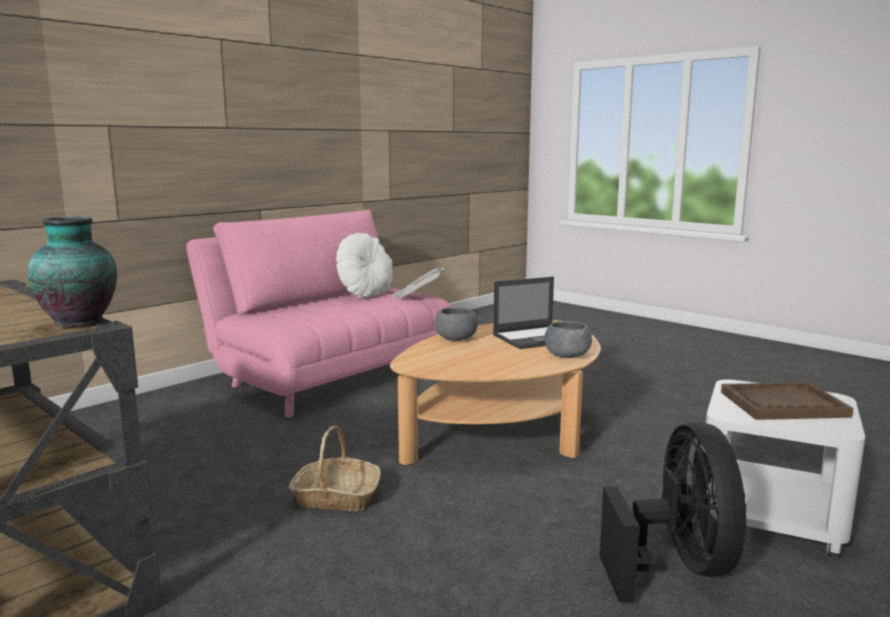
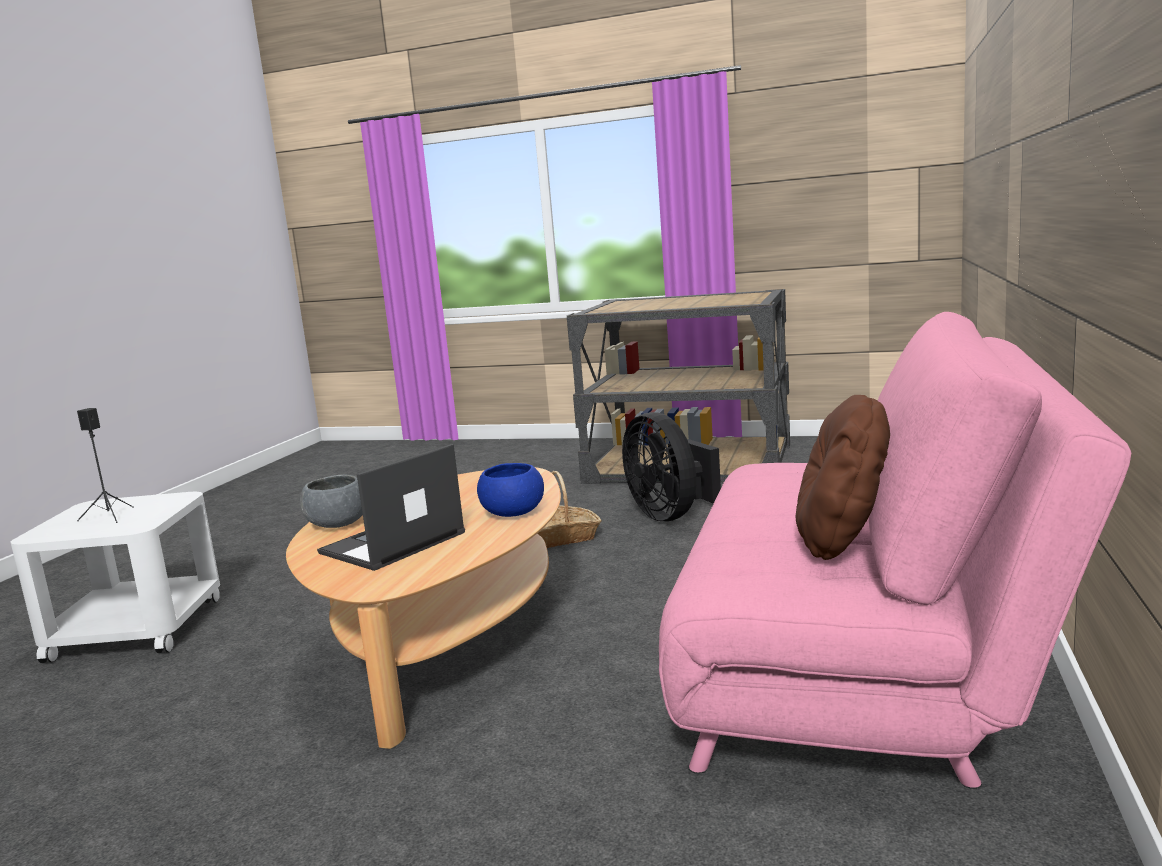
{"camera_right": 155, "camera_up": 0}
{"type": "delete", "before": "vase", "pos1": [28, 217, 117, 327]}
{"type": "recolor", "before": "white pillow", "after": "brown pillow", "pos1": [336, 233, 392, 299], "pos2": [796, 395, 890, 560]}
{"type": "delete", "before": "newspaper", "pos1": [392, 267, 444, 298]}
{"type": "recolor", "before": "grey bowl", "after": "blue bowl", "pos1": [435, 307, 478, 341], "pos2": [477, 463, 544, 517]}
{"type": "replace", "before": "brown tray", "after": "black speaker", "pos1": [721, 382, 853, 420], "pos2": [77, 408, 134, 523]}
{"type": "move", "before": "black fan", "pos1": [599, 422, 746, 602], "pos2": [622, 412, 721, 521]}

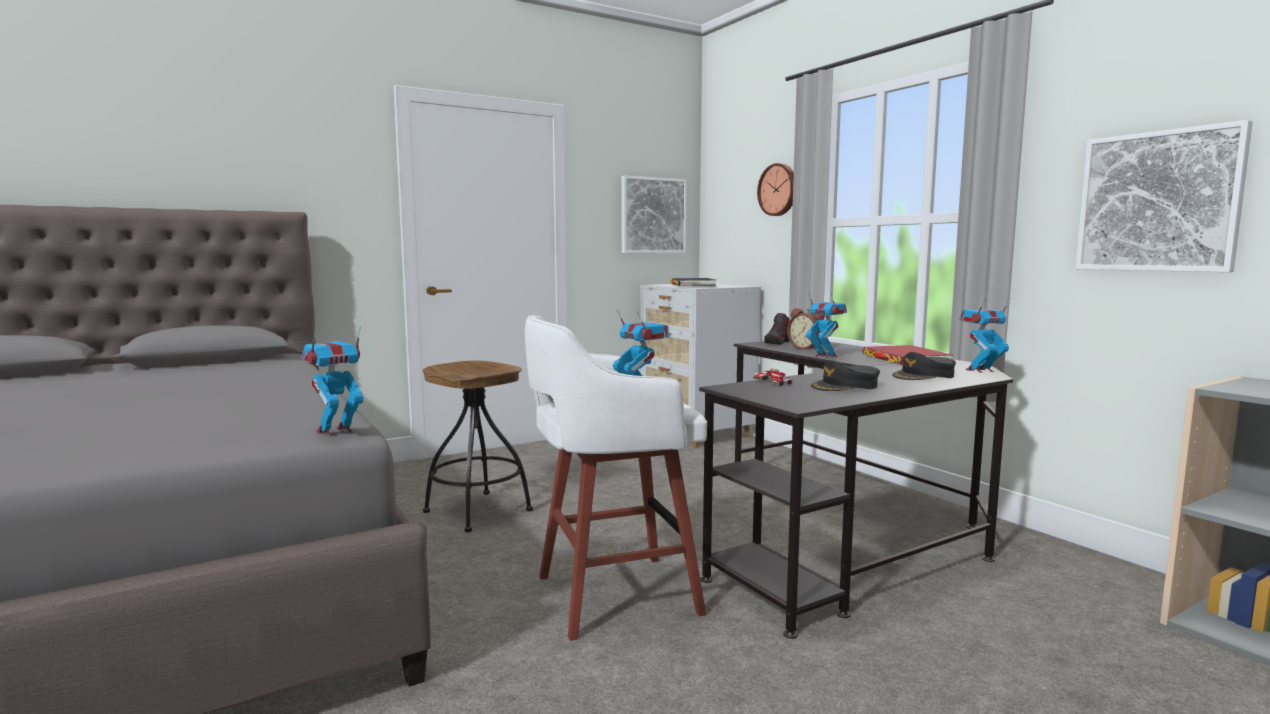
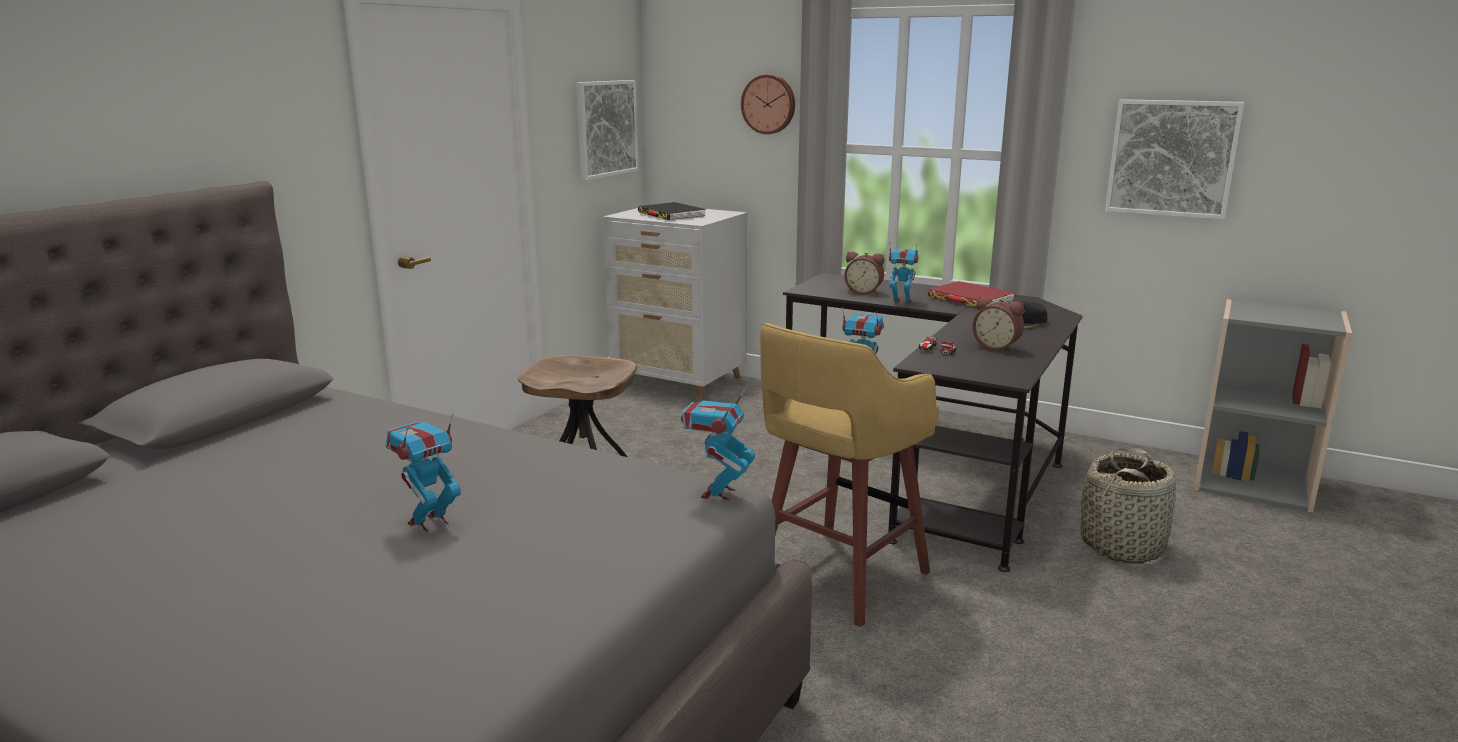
{"camera_right": -30, "camera_up": 10}
{"type": "move", "before": "toy robot", "pos1": [959, 298, 1011, 373], "pos2": [386, 413, 461, 532]}
{"type": "delete", "before": "shoe", "pos1": [764, 313, 790, 345]}
{"type": "recolor", "before": "white stool", "after": "yellow stool", "pos1": [525, 315, 707, 641], "pos2": [760, 323, 939, 627]}
{"type": "replace", "before": "black cap", "after": "alarm clock", "pos1": [811, 360, 880, 391], "pos2": [973, 296, 1024, 352]}
{"type": "insert", "after": "basket", "pos2": [1081, 447, 1176, 564]}

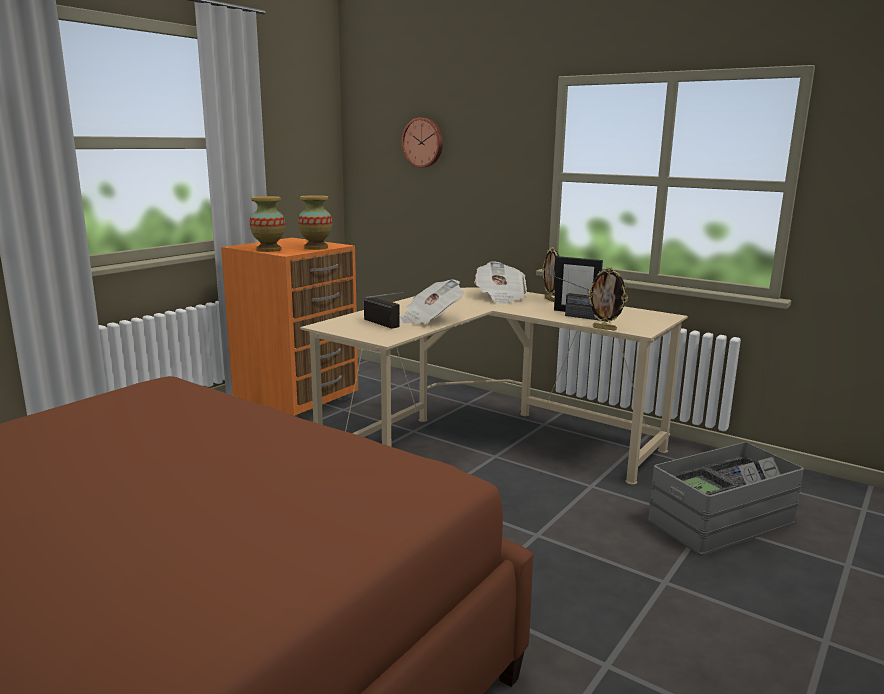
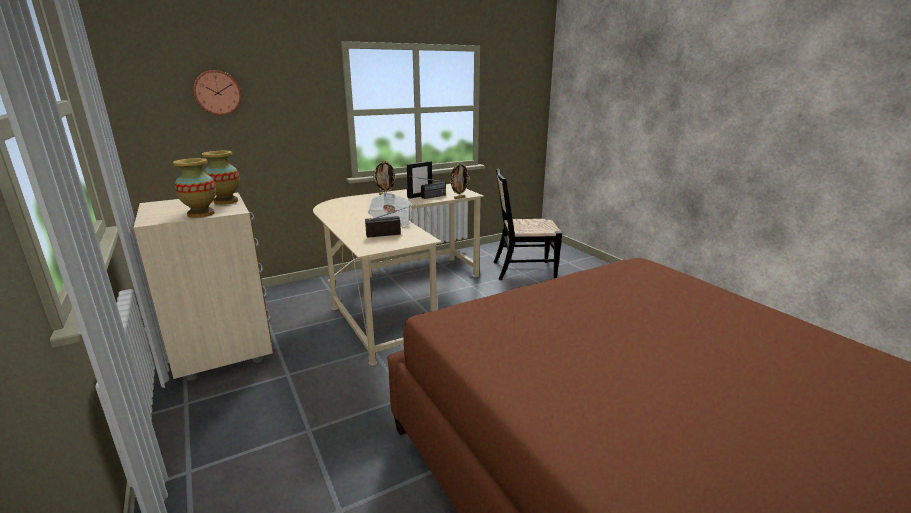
{"camera_right": -65, "camera_up": 5}
{"type": "recolor", "before": "orange dresser", "after": "beige dresser", "pos1": [221, 238, 358, 417], "pos2": [134, 193, 273, 381]}
{"type": "delete", "before": "newspaper", "pos1": [475, 262, 527, 304]}
{"type": "replace", "before": "grey storage box", "after": "chair", "pos1": [647, 442, 804, 556], "pos2": [494, 169, 562, 280]}

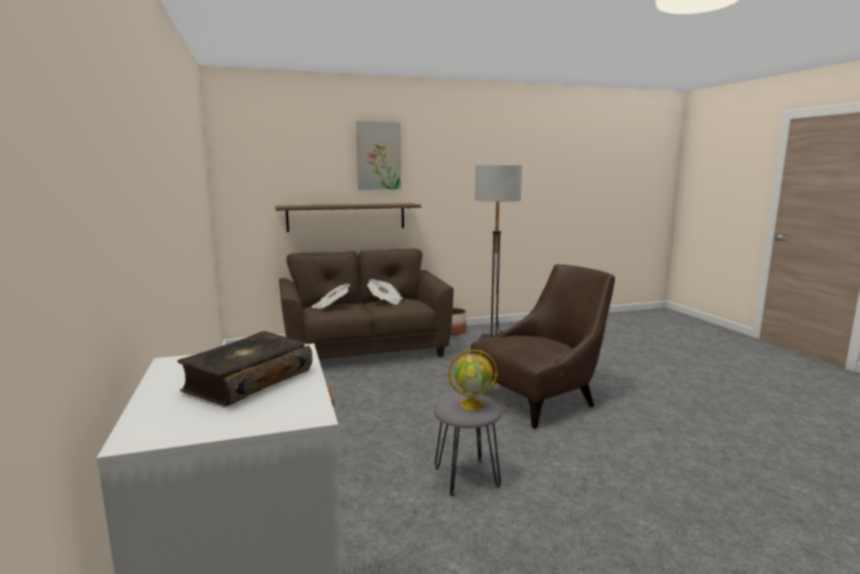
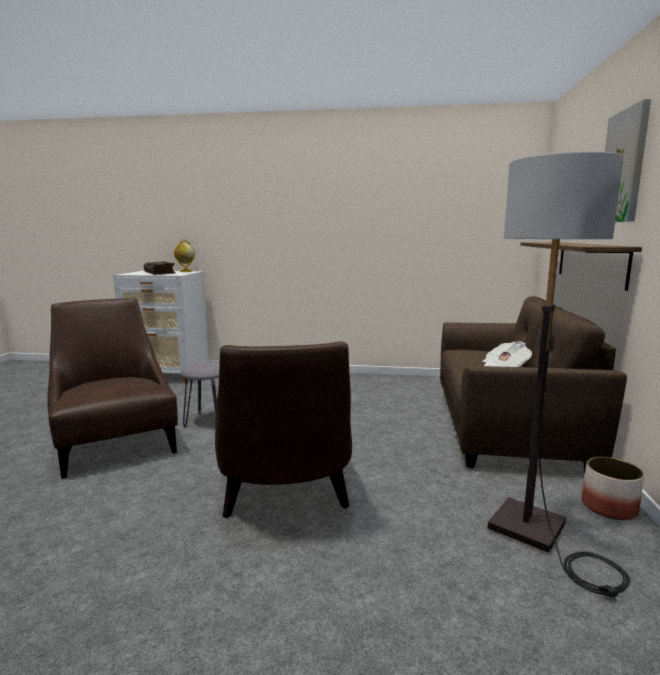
{"camera_right": 115, "camera_up": 0}
{"type": "delete", "before": "newspaper", "pos1": [312, 284, 350, 309]}
{"type": "move", "before": "globe", "pos1": [448, 349, 498, 411], "pos2": [174, 240, 195, 272]}
{"type": "insert", "after": "brown armchair", "pos2": [47, 298, 178, 479]}

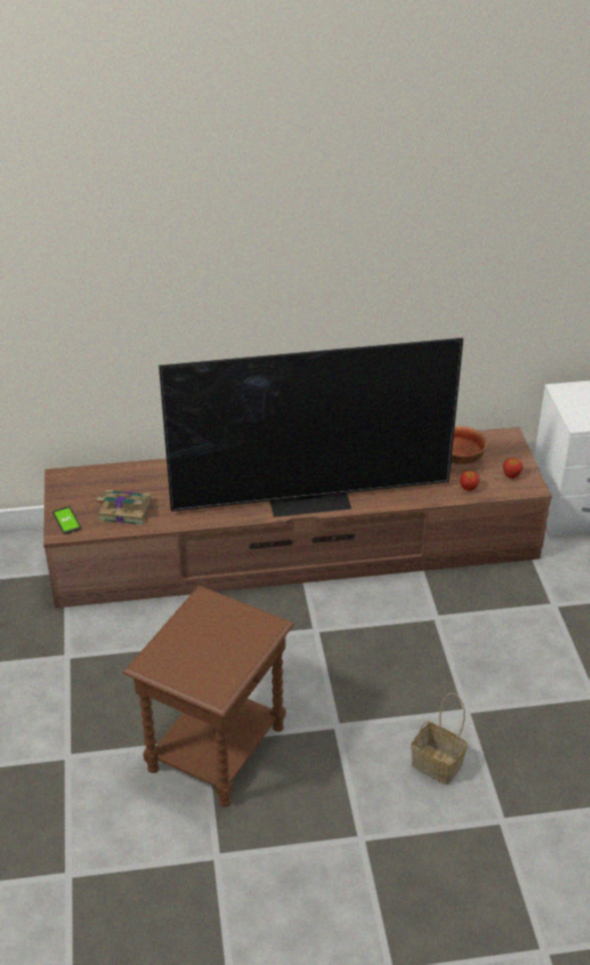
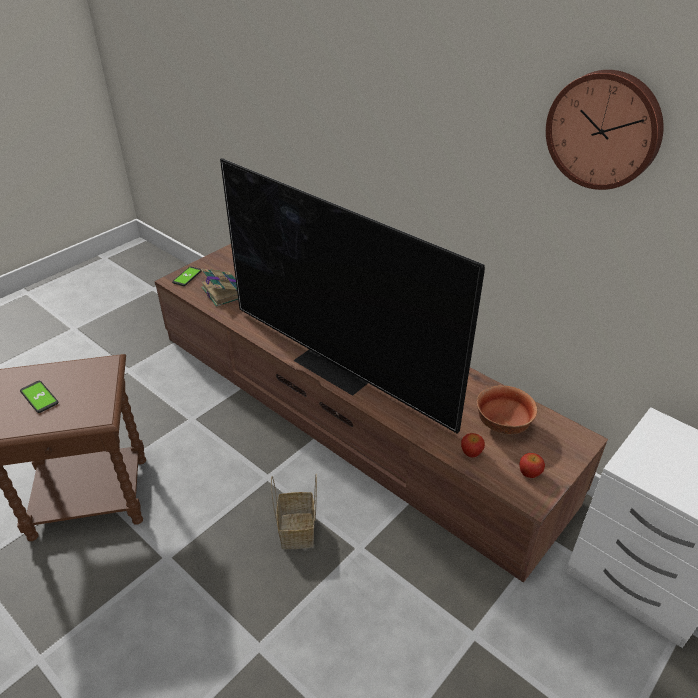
{"camera_right": 50, "camera_up": 0}
{"type": "move", "before": "basket", "pos1": [411, 693, 468, 785], "pos2": [271, 474, 317, 549]}
{"type": "insert", "after": "wall clock", "pos2": [546, 70, 664, 190]}
{"type": "insert", "after": "phone", "pos2": [20, 381, 59, 413]}

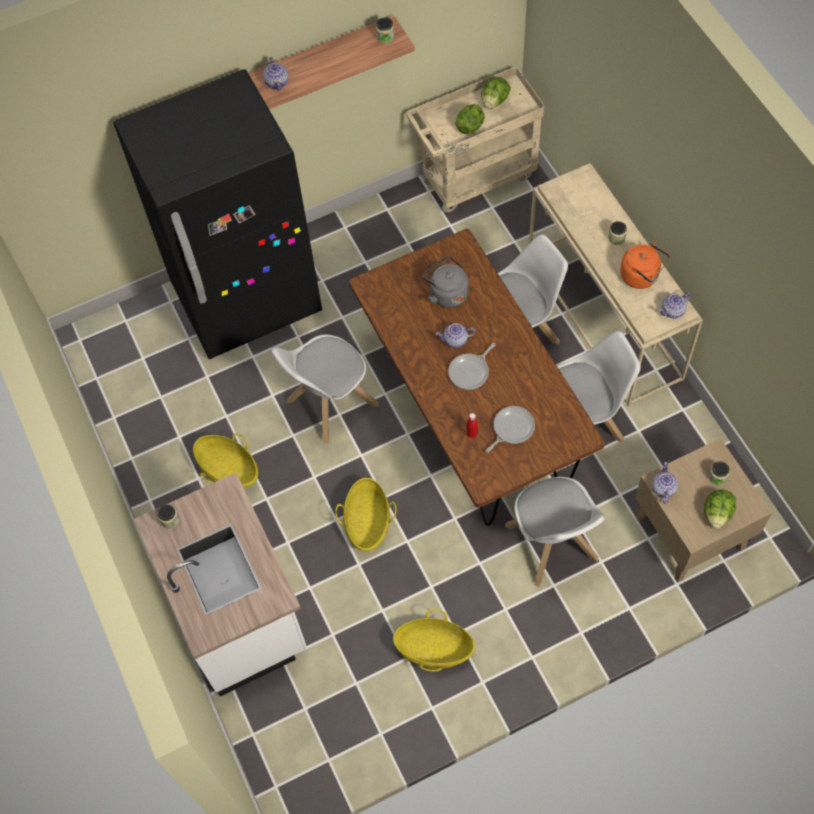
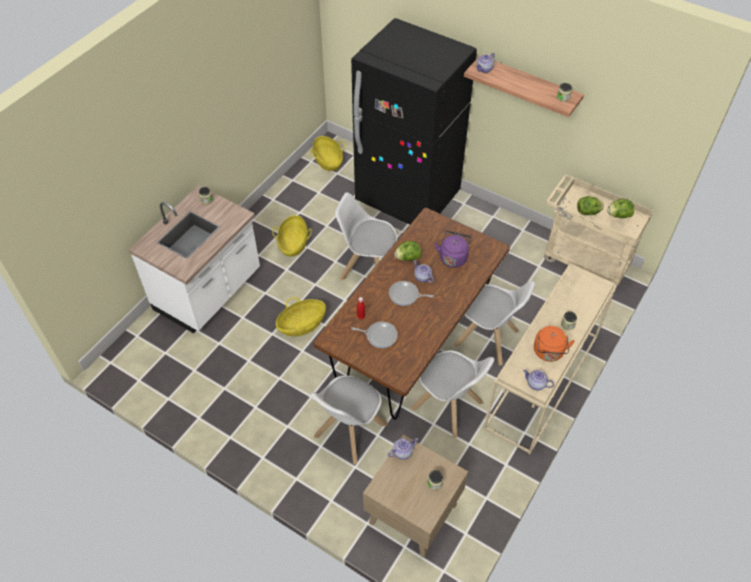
{"camera_right": 55, "camera_up": -10}
{"type": "recolor", "before": "grey kettle", "after": "purple kettle", "pos1": [422, 256, 469, 308], "pos2": [435, 231, 472, 268]}
{"type": "move", "before": "lettuce", "pos1": [704, 489, 736, 529], "pos2": [394, 241, 421, 261]}
{"type": "move", "before": "basket", "pos1": [393, 609, 475, 672], "pos2": [310, 136, 345, 171]}

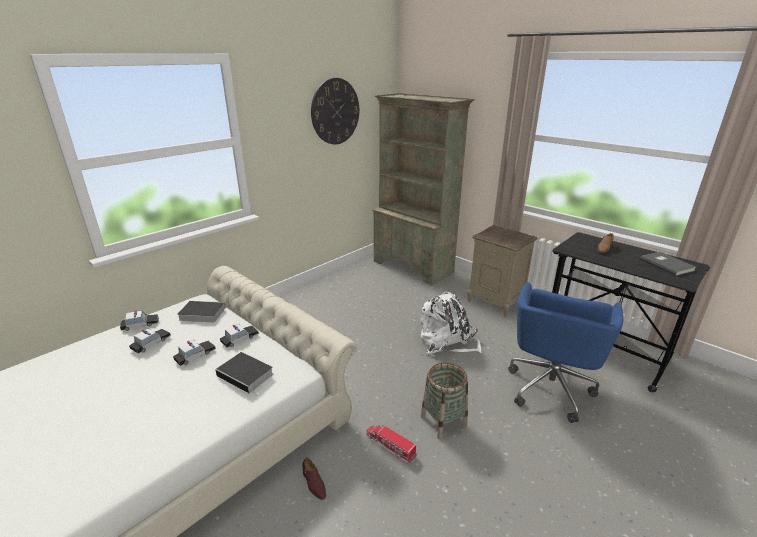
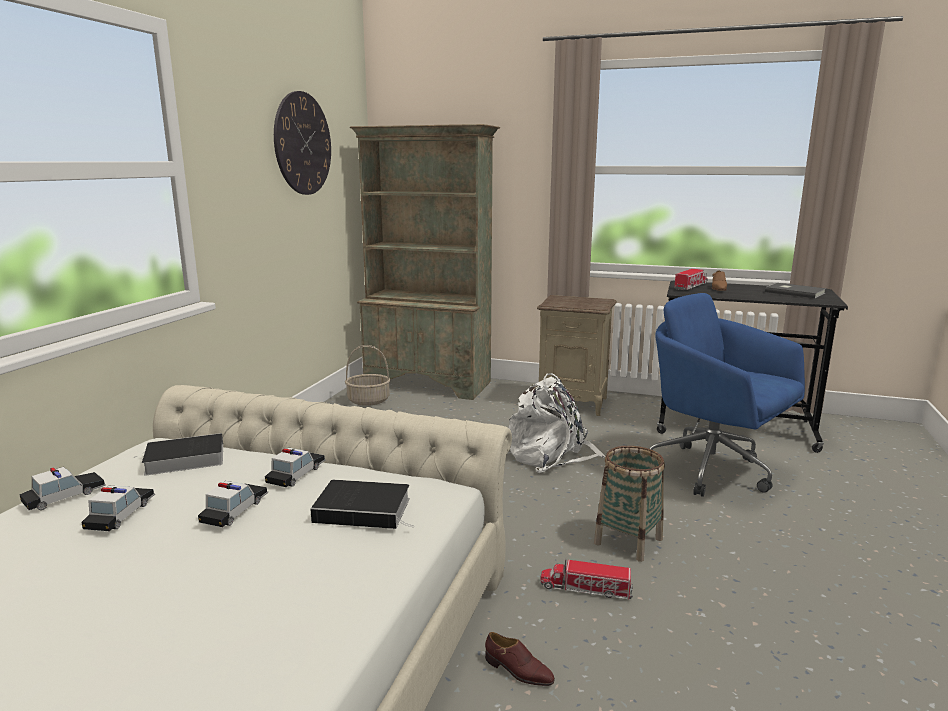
{"camera_right": -25, "camera_up": -10}
{"type": "rotate", "before": "blue office chair", "pos1": [508, 282, 623, 423], "pos2": [649, 293, 805, 497], "turn": 135}
{"type": "insert", "after": "toy truck", "pos2": [674, 269, 708, 290]}
{"type": "insert", "after": "basket", "pos2": [345, 345, 391, 406]}

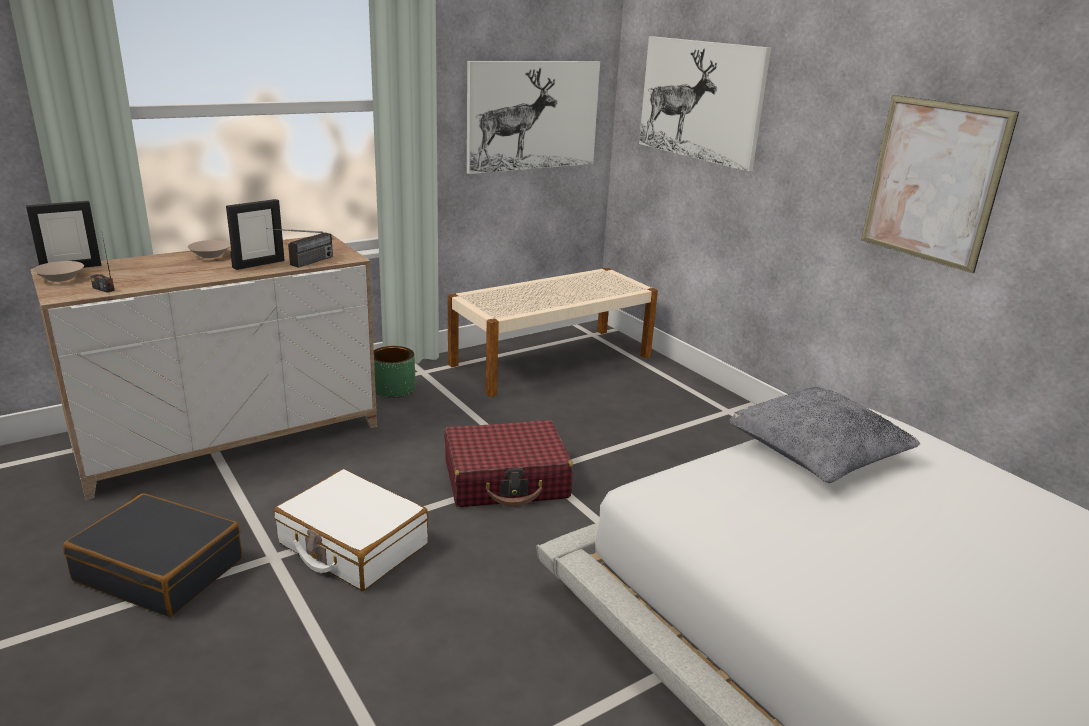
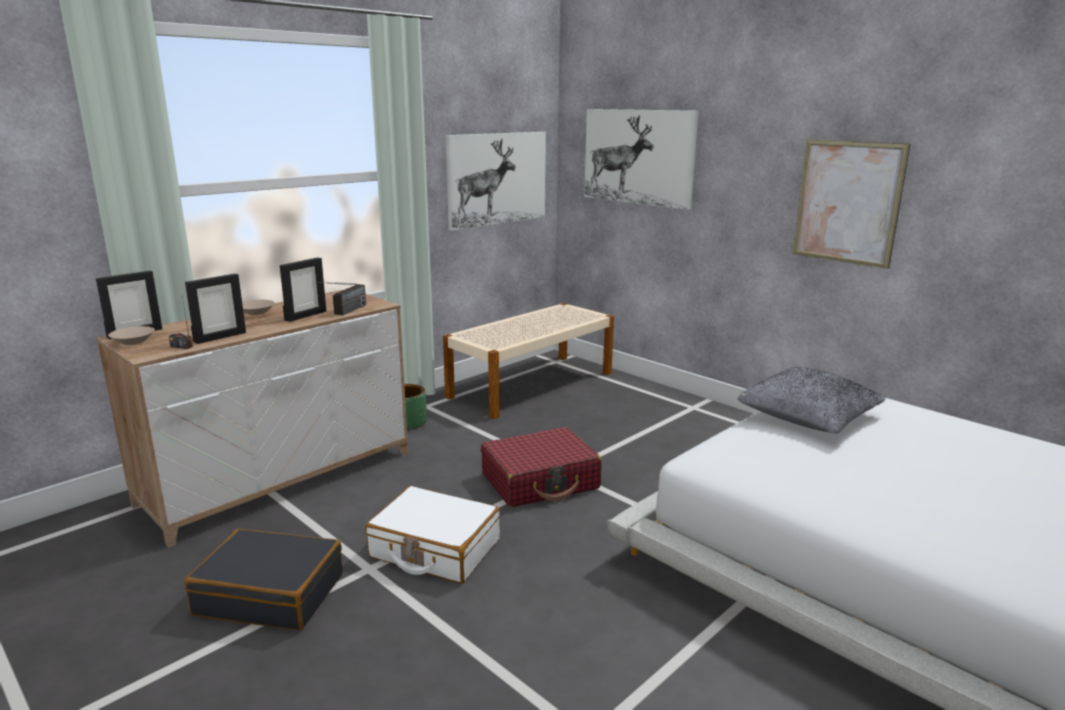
{"camera_right": -10, "camera_up": -5}
{"type": "insert", "after": "picture frame", "pos2": [185, 273, 246, 344]}

